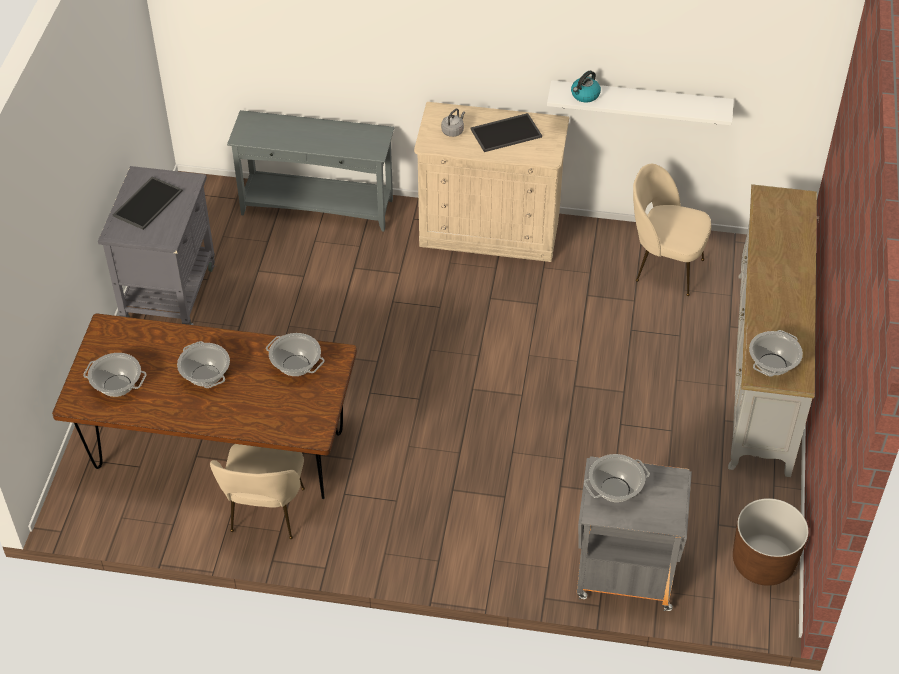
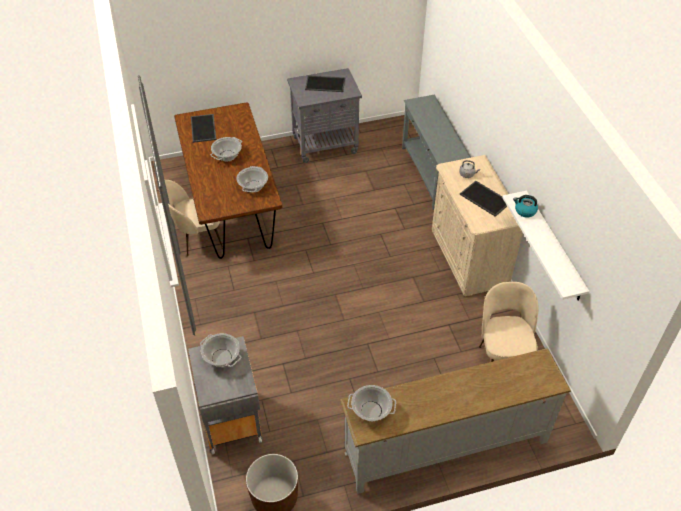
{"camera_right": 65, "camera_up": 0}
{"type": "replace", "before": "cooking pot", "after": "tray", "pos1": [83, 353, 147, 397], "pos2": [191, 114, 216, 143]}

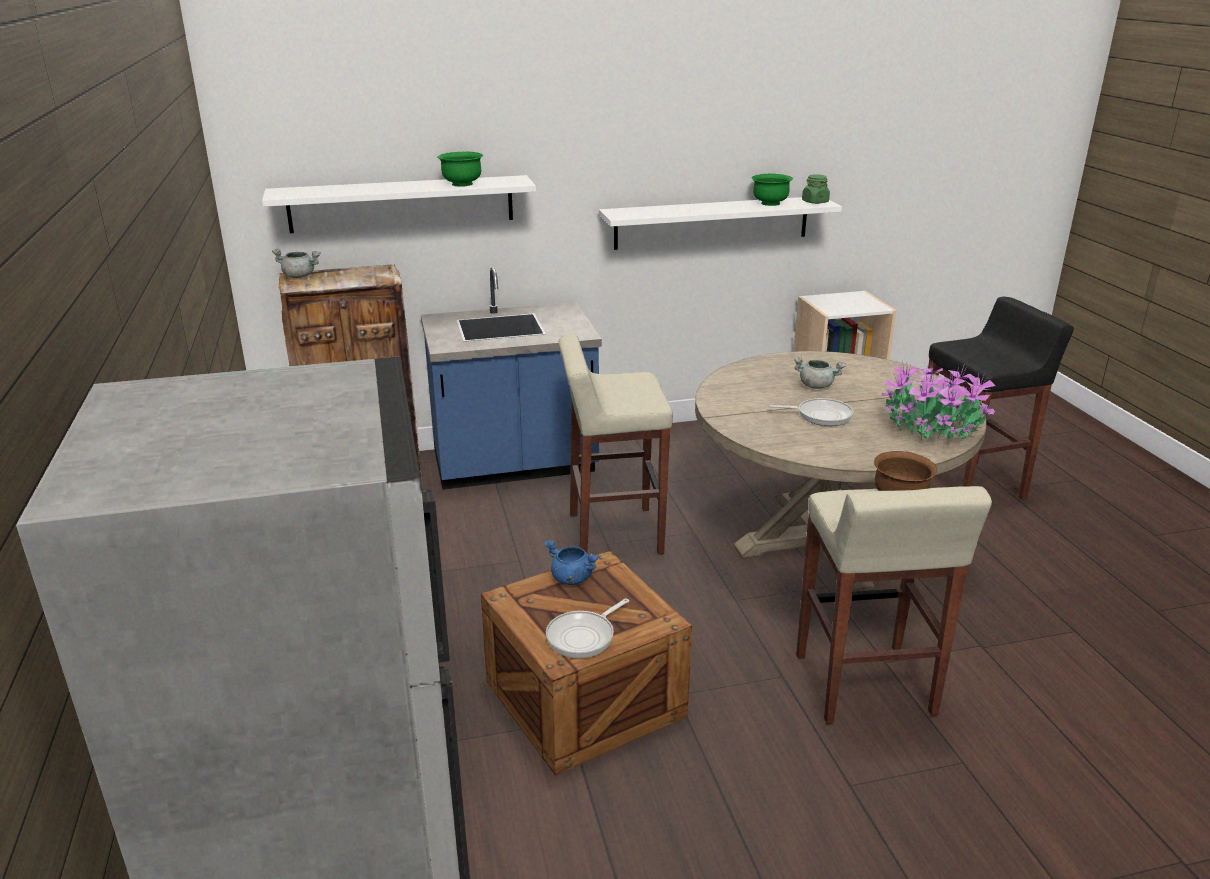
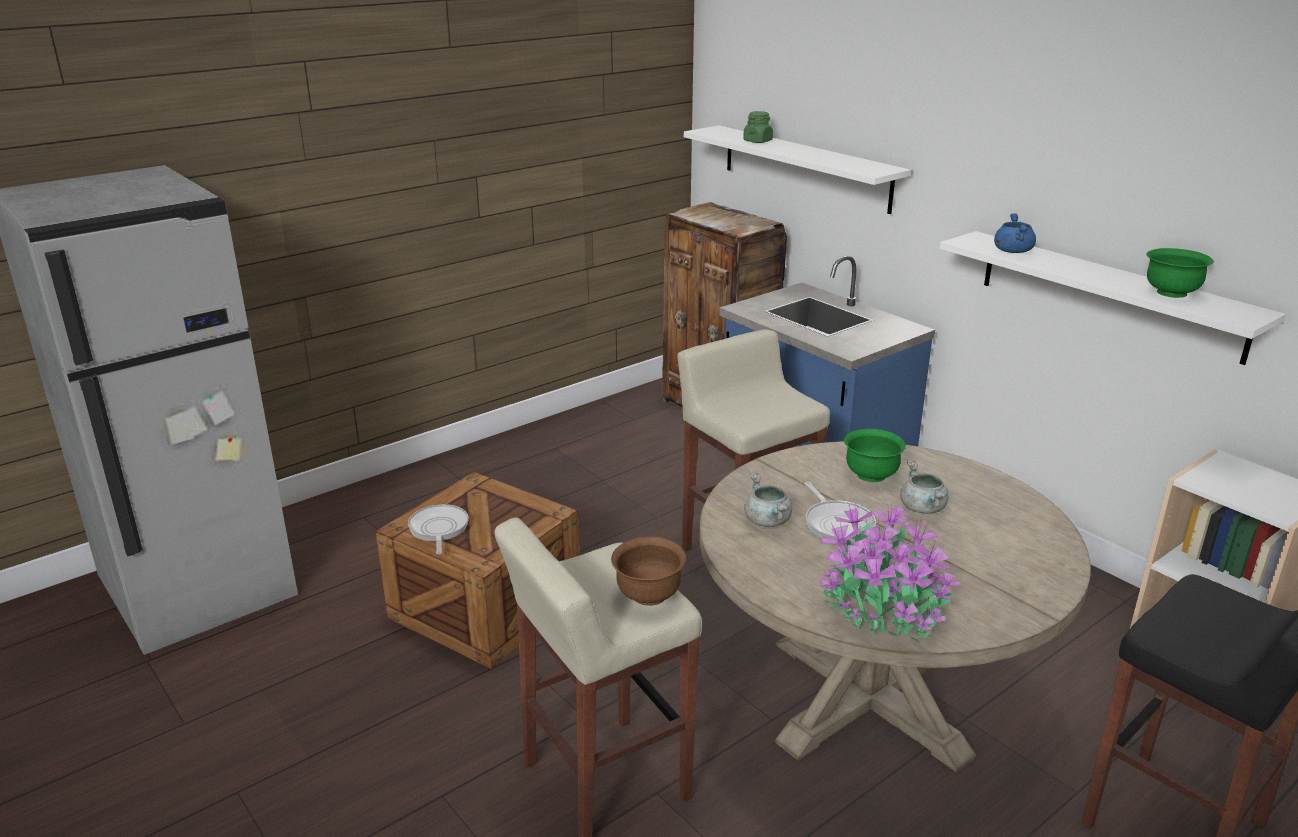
{"camera_right": 65, "camera_up": 0}
{"type": "move", "before": "green bowl", "pos1": [437, 152, 483, 187], "pos2": [844, 429, 906, 482]}
{"type": "move", "before": "green jar", "pos1": [802, 174, 830, 204], "pos2": [743, 111, 773, 143]}
{"type": "move", "before": "grey cooking pot", "pos1": [272, 249, 321, 278], "pos2": [744, 473, 792, 527]}
{"type": "move", "before": "blue cooking pot", "pos1": [544, 540, 599, 585], "pos2": [994, 213, 1036, 253]}
{"type": "rotate", "before": "frying pan", "pos1": [546, 598, 629, 658], "pos2": [408, 504, 469, 554], "turn": 60}

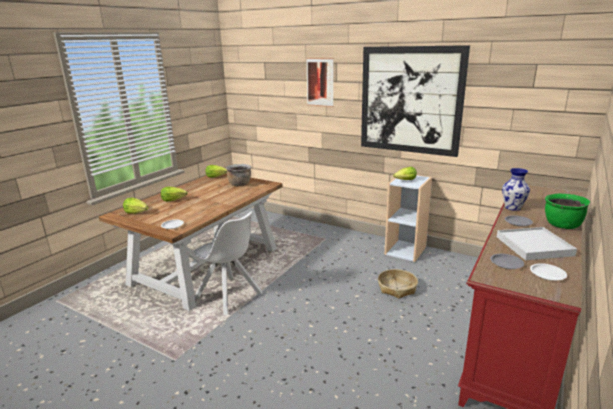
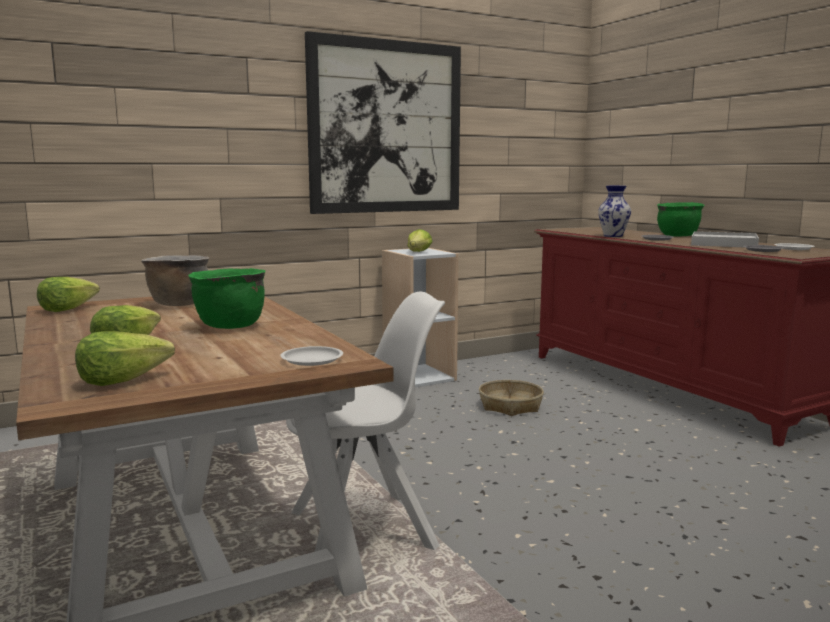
{"camera_right": -60, "camera_up": -10}
{"type": "delete", "before": "picture", "pos1": [306, 58, 334, 107]}
{"type": "insert", "after": "green cooking pot", "pos2": [188, 268, 265, 329]}

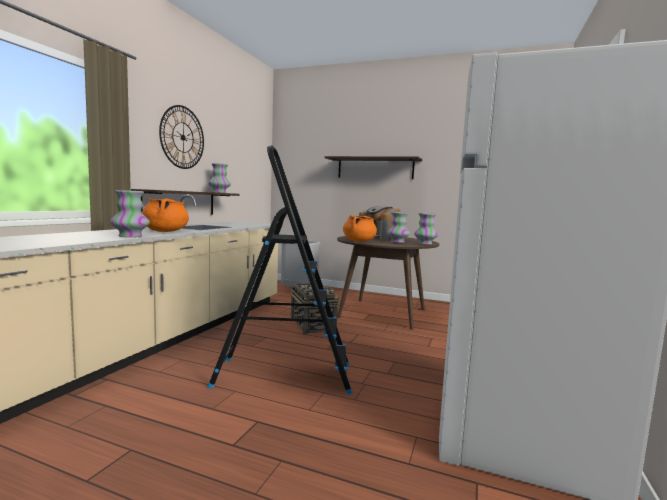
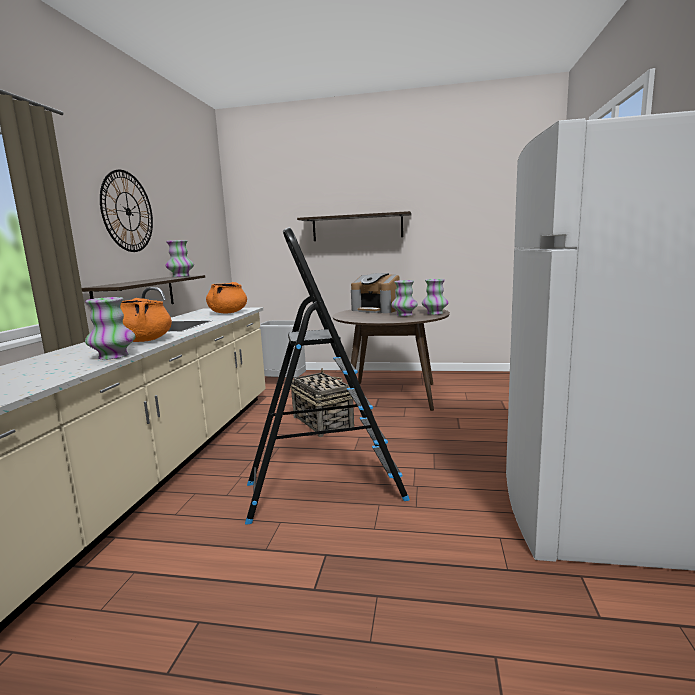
{"camera_right": -10, "camera_up": 5}
{"type": "move", "before": "orange cooking pot", "pos1": [343, 216, 377, 242], "pos2": [206, 282, 247, 313]}

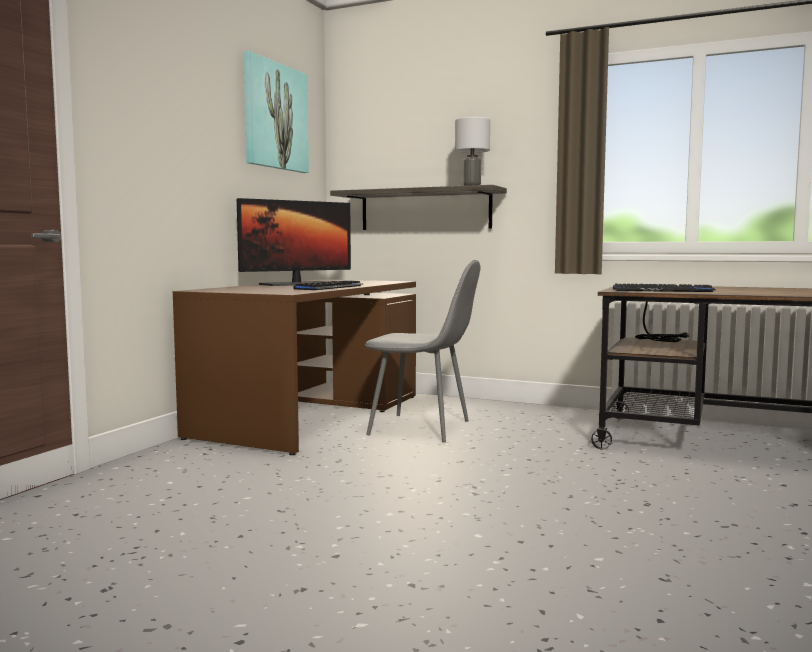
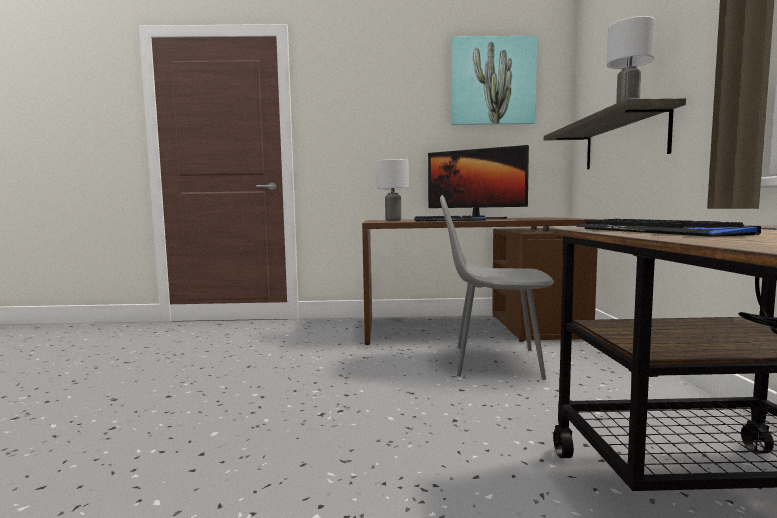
{"camera_right": 65, "camera_up": 0}
{"type": "rotate", "before": "grey chair", "pos1": [365, 260, 481, 442], "pos2": [440, 195, 554, 380], "turn": 105}
{"type": "insert", "after": "white table lamp", "pos2": [376, 159, 409, 221]}

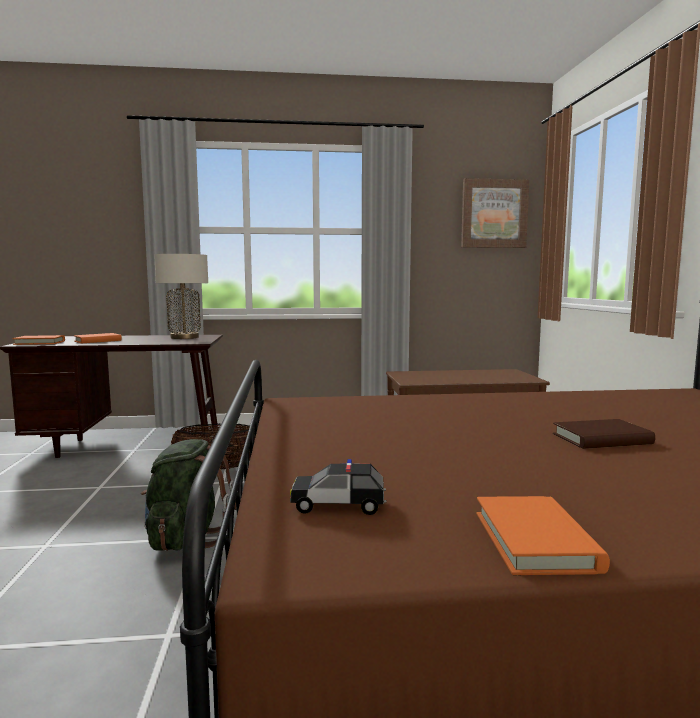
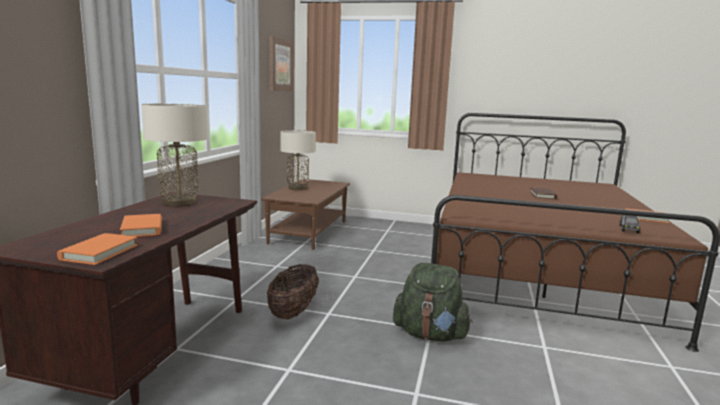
{"camera_right": -70, "camera_up": 5}
{"type": "insert", "after": "table lamp", "pos2": [280, 130, 316, 190]}

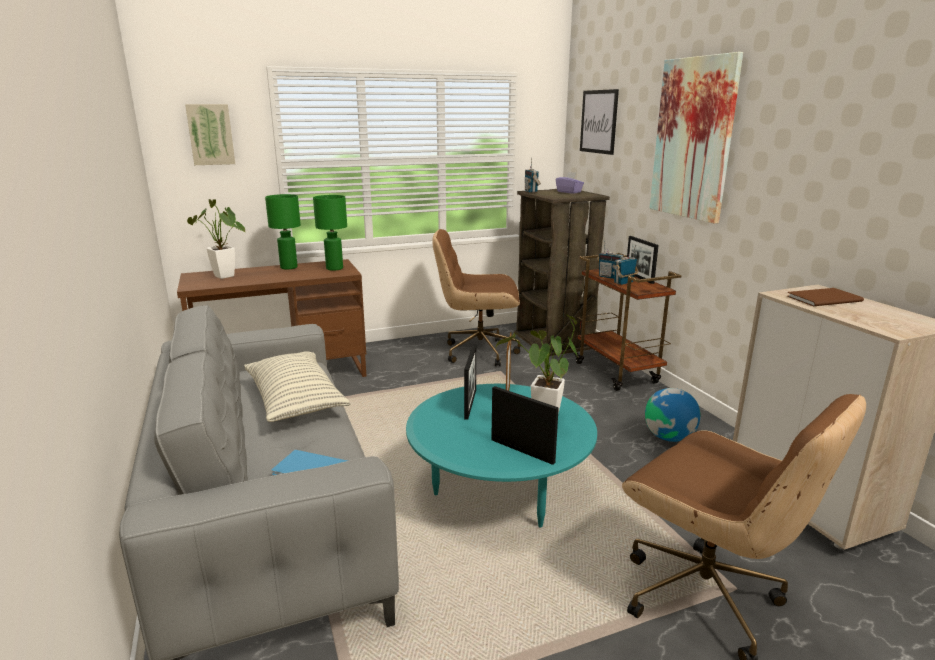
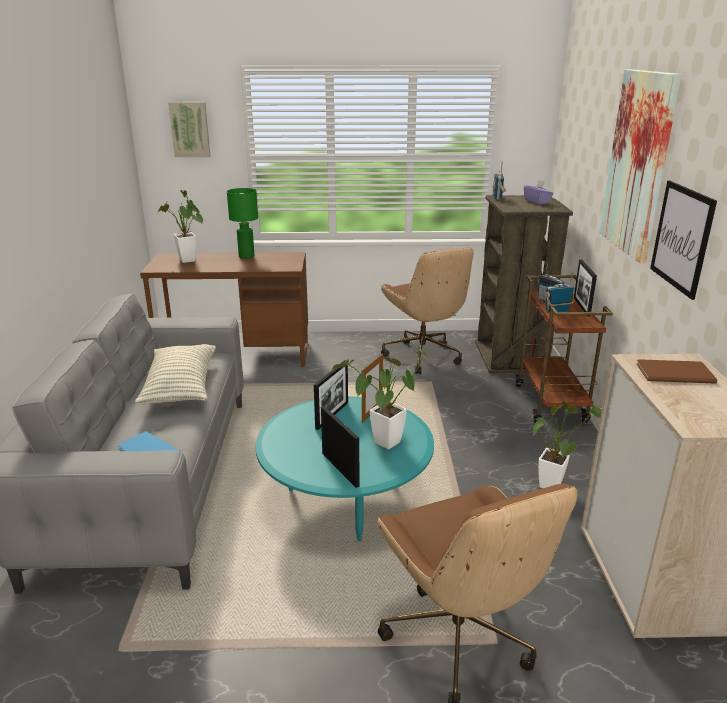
{"camera_right": 20, "camera_up": 5}
{"type": "move", "before": "picture", "pos1": [580, 89, 619, 155], "pos2": [650, 181, 717, 300]}
{"type": "delete", "before": "green table lamp", "pos1": [313, 195, 347, 271]}
{"type": "rotate", "before": "brown office chair", "pos1": [432, 229, 521, 366], "pos2": [381, 248, 473, 374], "turn": -135}
{"type": "replace", "before": "globe", "after": "potted plant", "pos1": [645, 388, 700, 442], "pos2": [532, 401, 602, 488]}

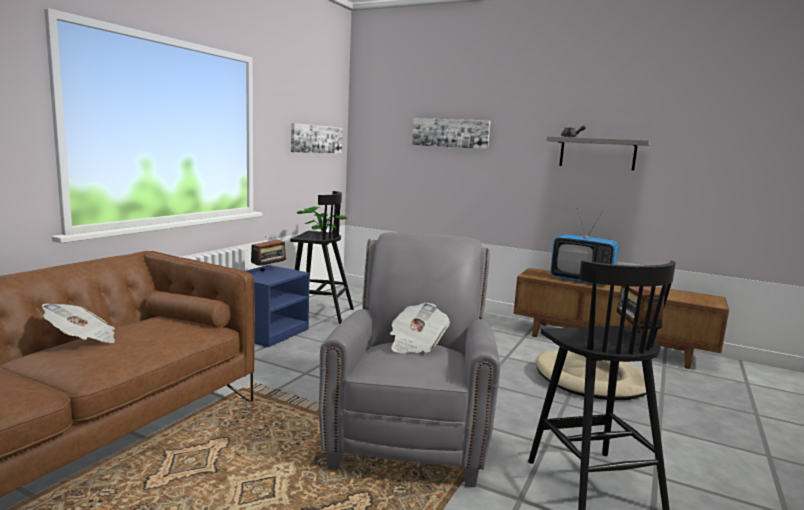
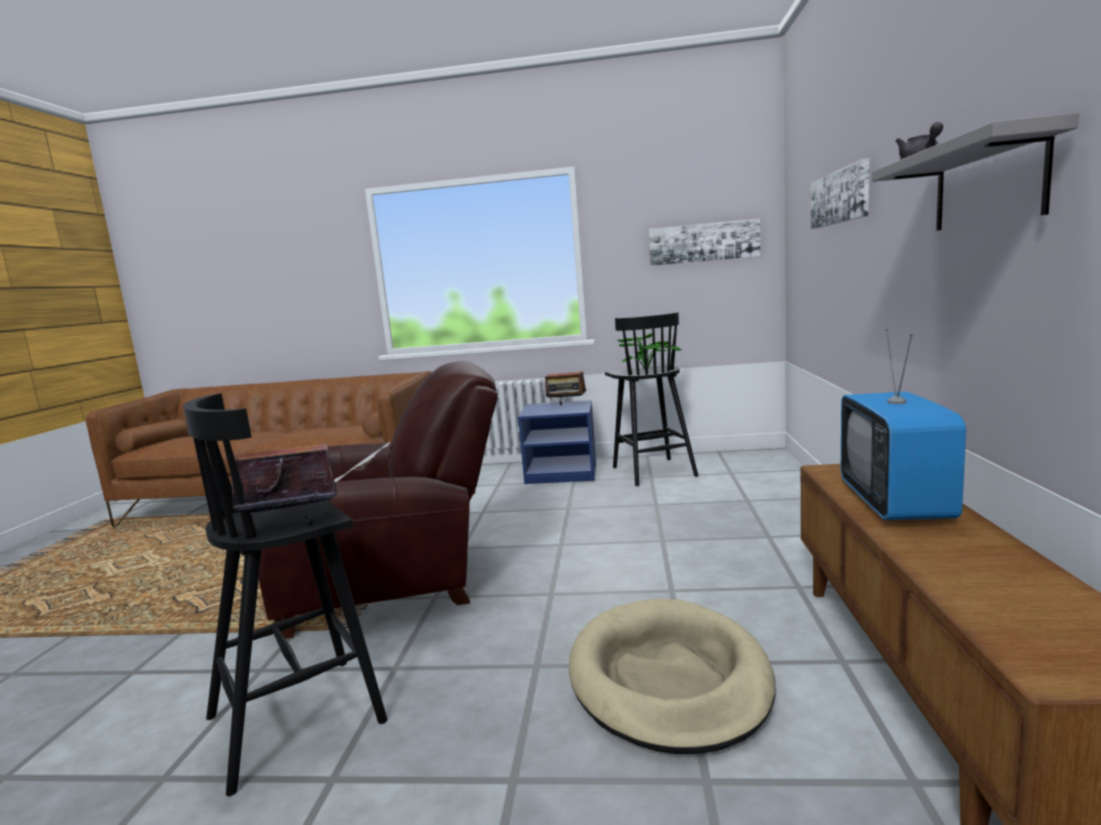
{"camera_right": 70, "camera_up": 0}
{"type": "recolor", "before": "grey armchair", "after": "brown armchair", "pos1": [319, 232, 500, 487], "pos2": [259, 361, 498, 639]}
{"type": "delete", "before": "newspaper", "pos1": [42, 304, 115, 343]}

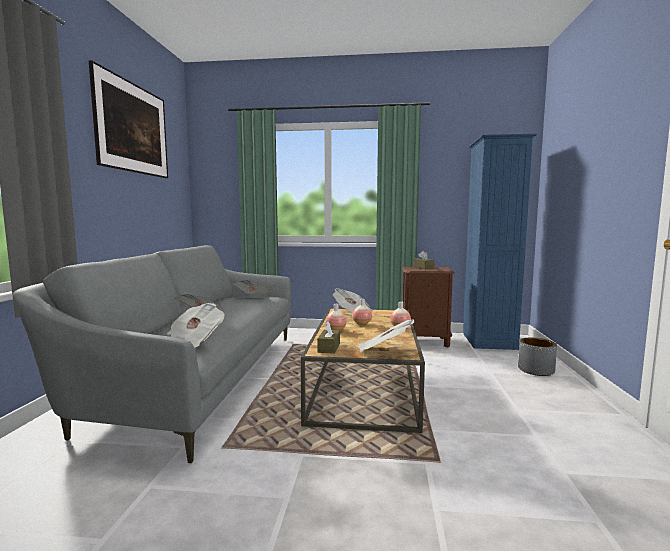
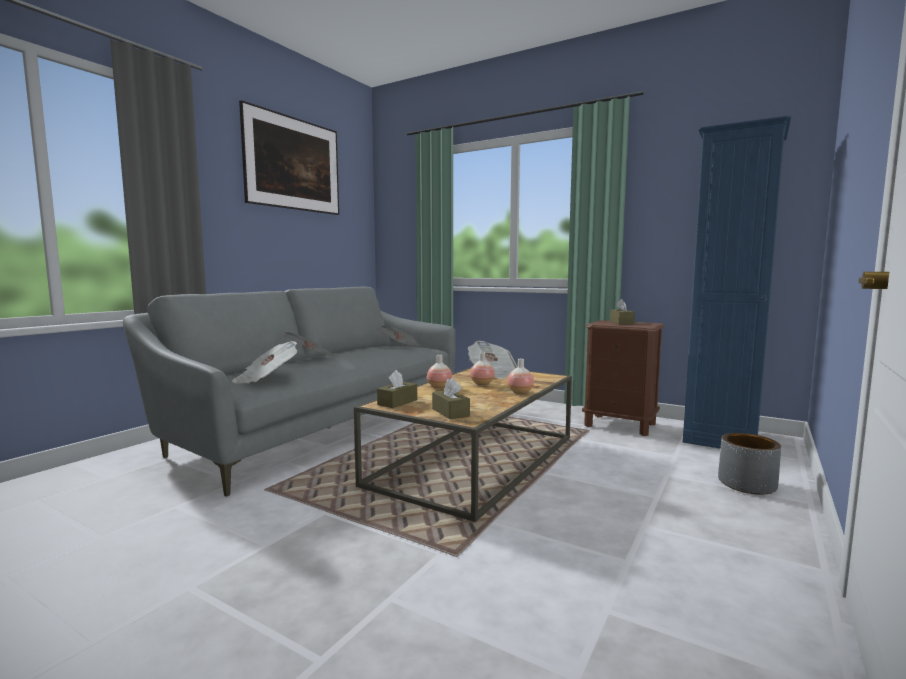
{"camera_right": 25, "camera_up": 0}
{"type": "replace", "before": "newspaper", "after": "brown tissue box", "pos1": [358, 320, 415, 352], "pos2": [432, 378, 470, 419]}

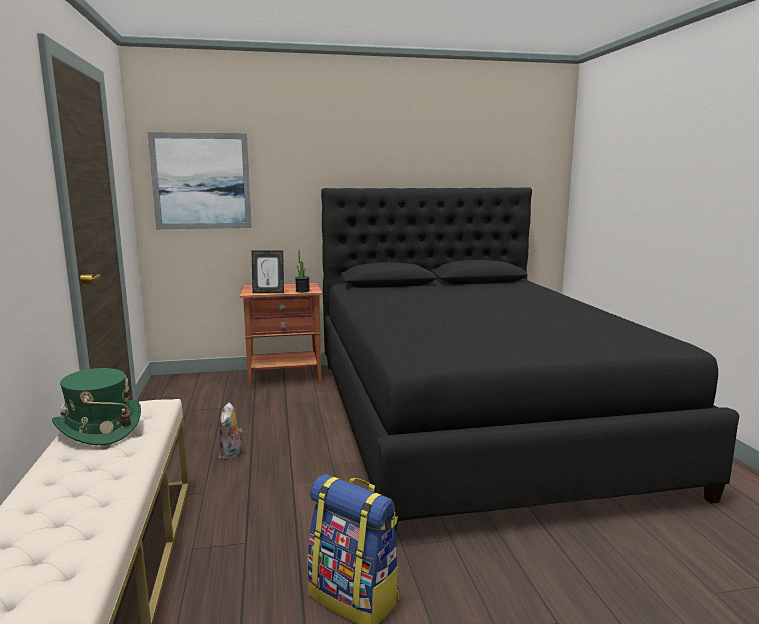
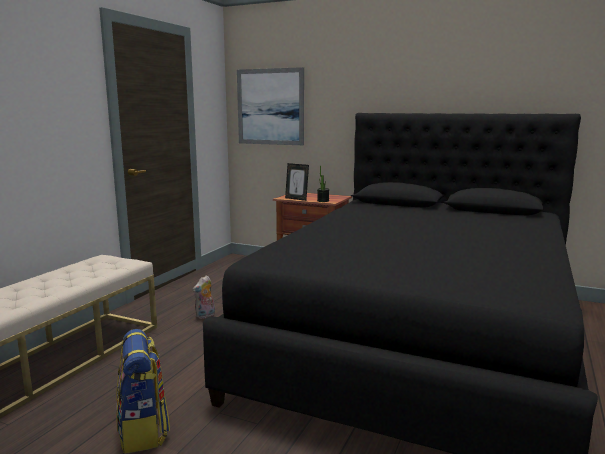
{"camera_right": 35, "camera_up": 0}
{"type": "delete", "before": "green hat", "pos1": [52, 368, 141, 445]}

